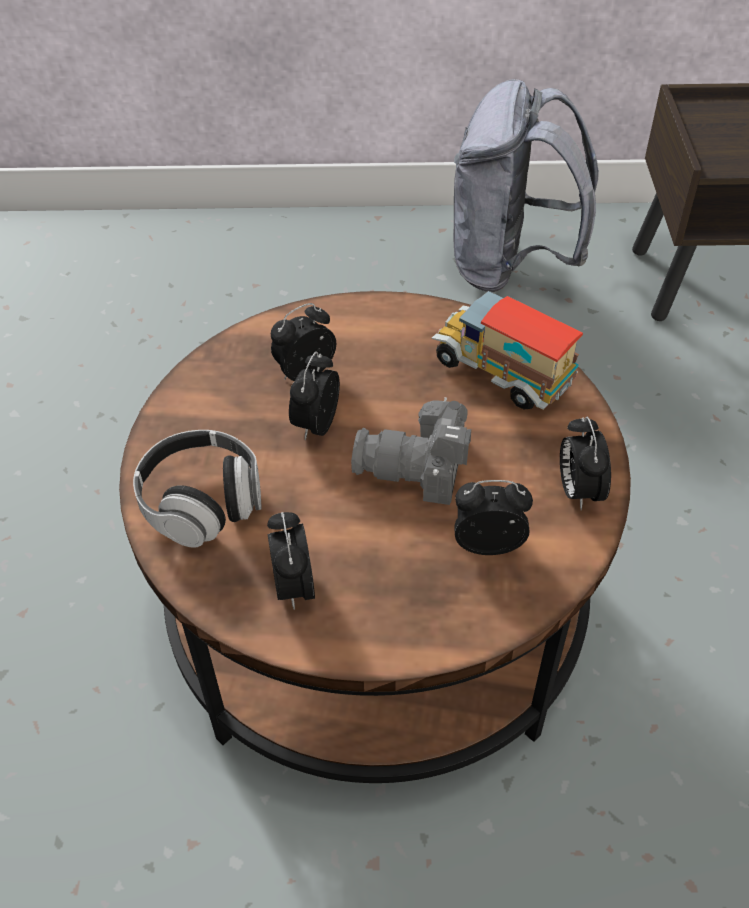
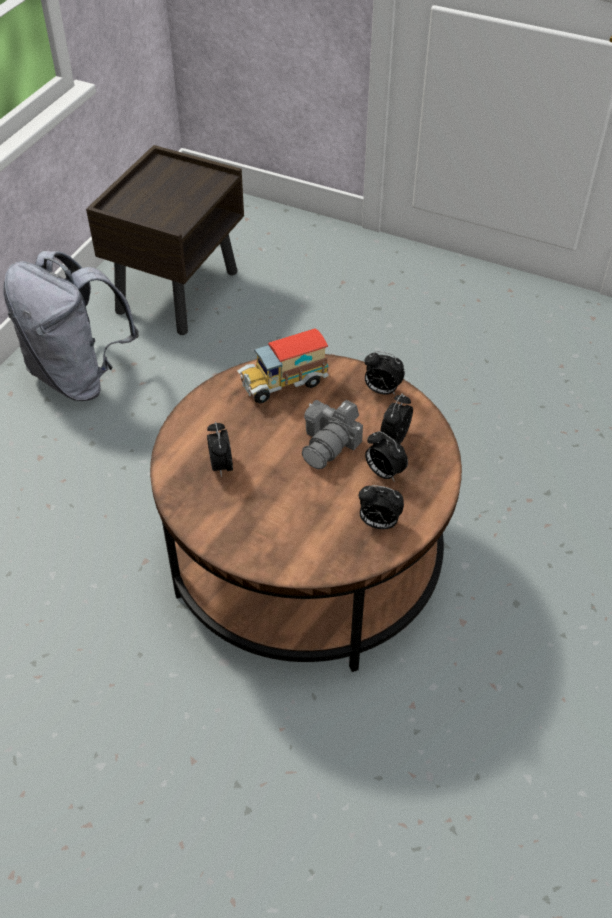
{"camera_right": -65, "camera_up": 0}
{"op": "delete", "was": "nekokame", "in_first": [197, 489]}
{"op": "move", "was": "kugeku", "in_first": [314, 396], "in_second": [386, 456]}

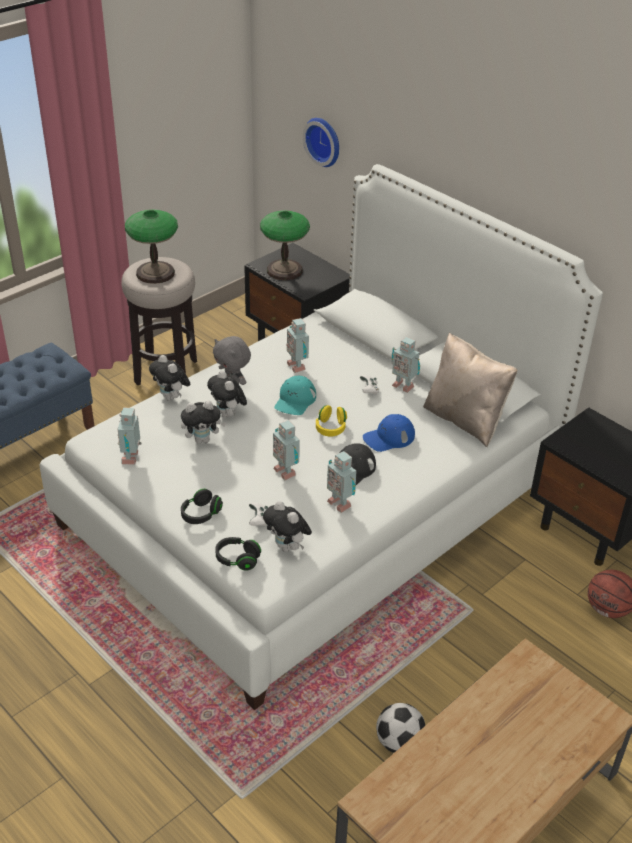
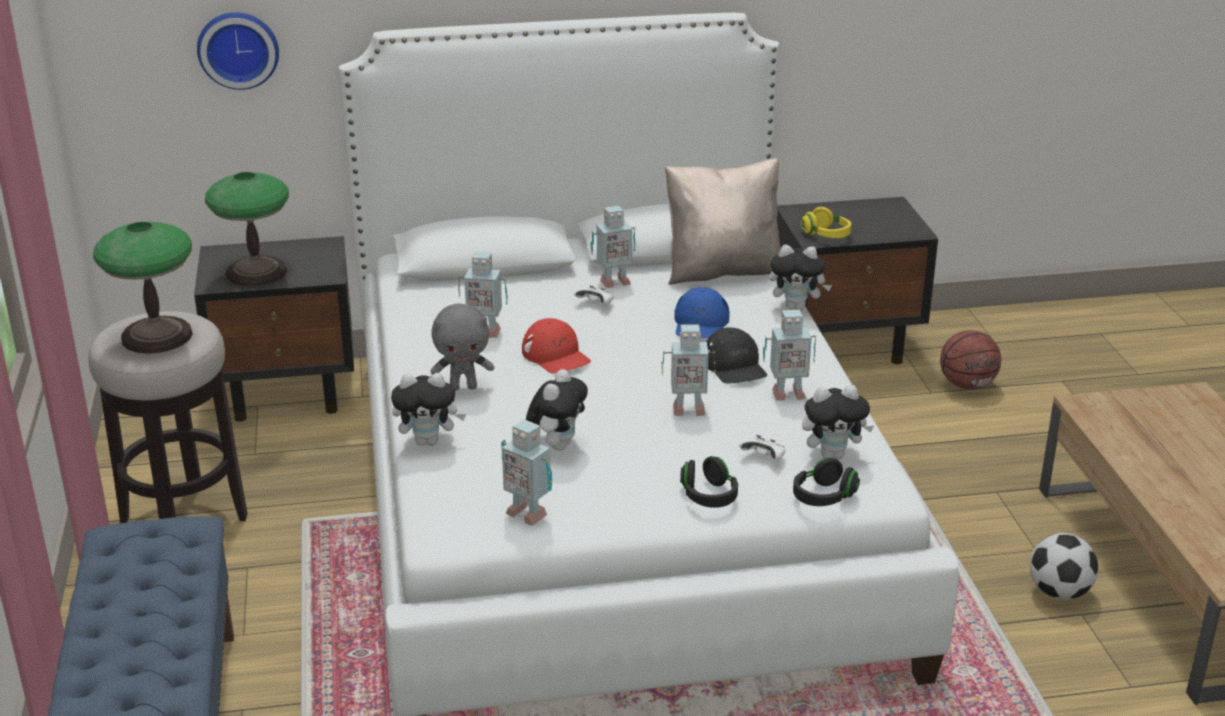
{"camera_right": -55, "camera_up": -10}
{"op": "move", "was": "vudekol", "in_first": [227, 394], "in_second": [800, 277]}
{"op": "move", "was": "yellow nekokame", "in_first": [331, 421], "in_second": [826, 222]}
{"op": "recolor", "was": "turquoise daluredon", "now": "red daluredon", "in_first": [295, 395], "in_second": [556, 345]}

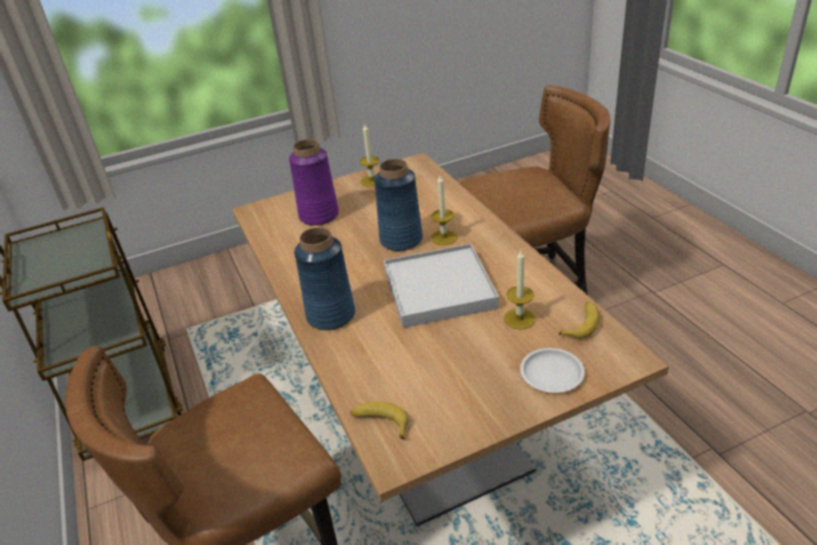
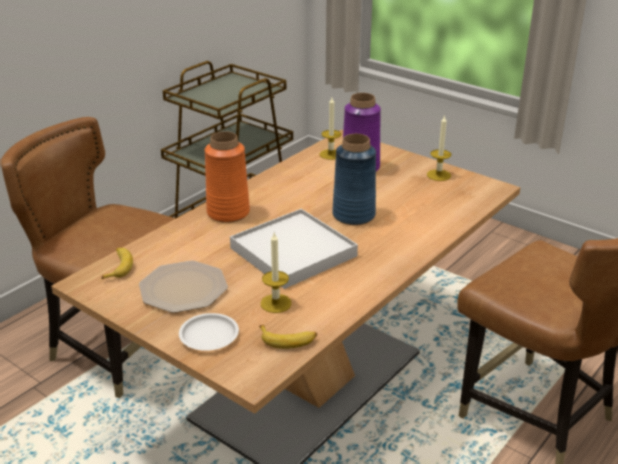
{"camera_right": 60, "camera_up": -5}
{"op": "insert", "now": "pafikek", "in_second": [183, 287]}
{"op": "move", "was": "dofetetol", "in_first": [444, 210], "in_second": [330, 128]}
{"op": "recolor", "was": "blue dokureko", "now": "orange dokureko", "in_first": [324, 278], "in_second": [227, 177]}

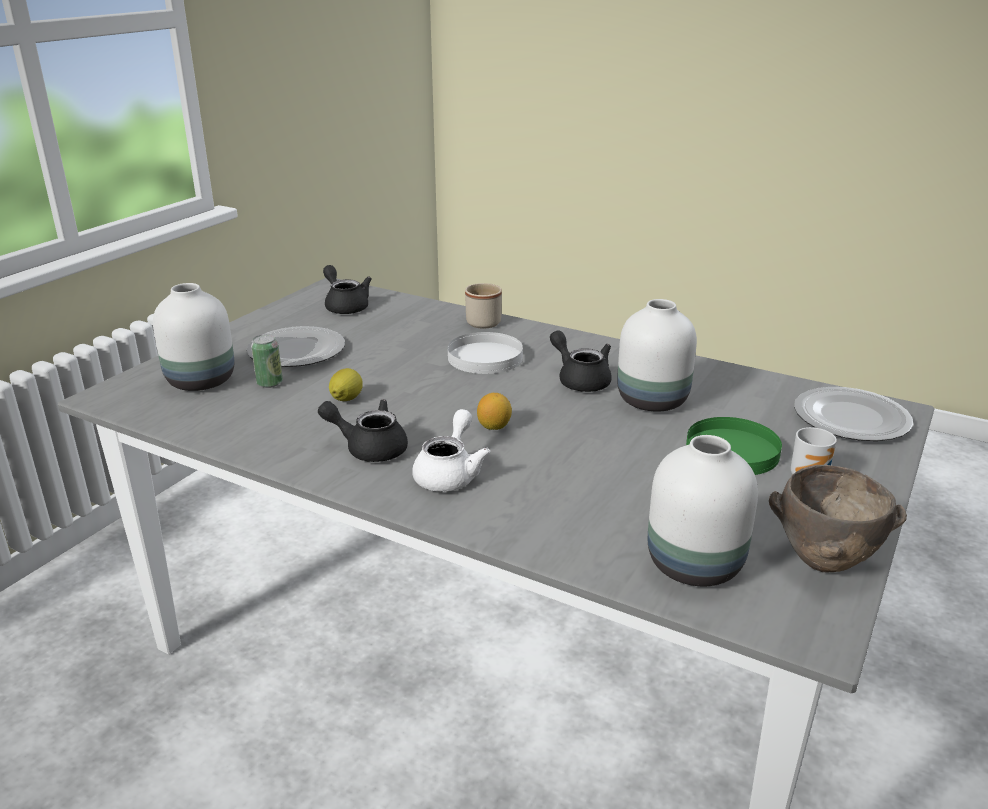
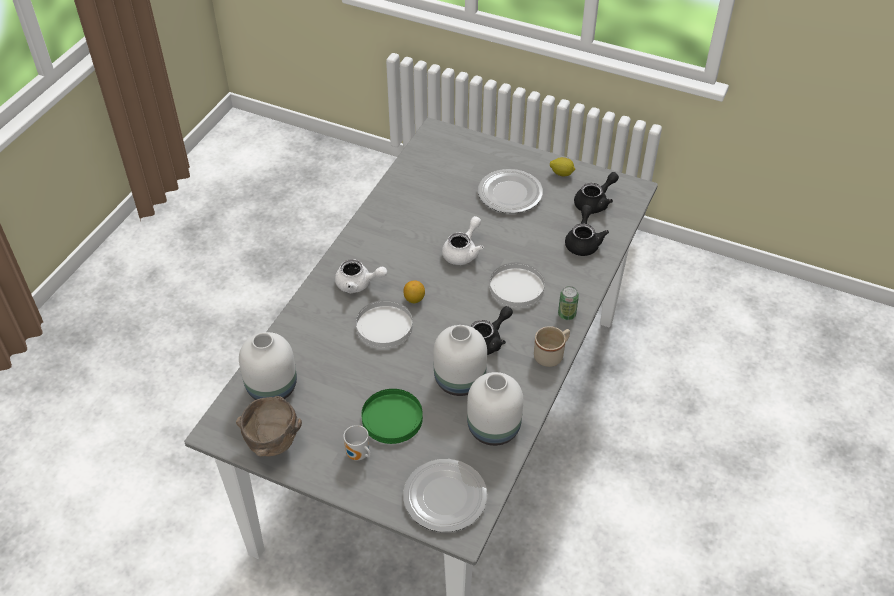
{"camera_right": 85, "camera_up": 20}
{"op": "insert", "now": "white pafikek", "in_second": [384, 324]}
{"op": "insert", "now": "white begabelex", "in_second": [463, 240]}
{"op": "move", "was": "white dokureko", "in_first": [193, 337], "in_second": [495, 409]}
{"op": "move", "was": "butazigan", "in_first": [267, 361], "in_second": [568, 303]}
{"op": "move", "was": "black begabelex", "in_first": [363, 430], "in_second": [587, 230]}
{"op": "move", "was": "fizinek", "in_first": [346, 384], "in_second": [562, 166]}
{"op": "move", "was": "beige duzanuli", "in_first": [483, 306], "in_second": [552, 346]}

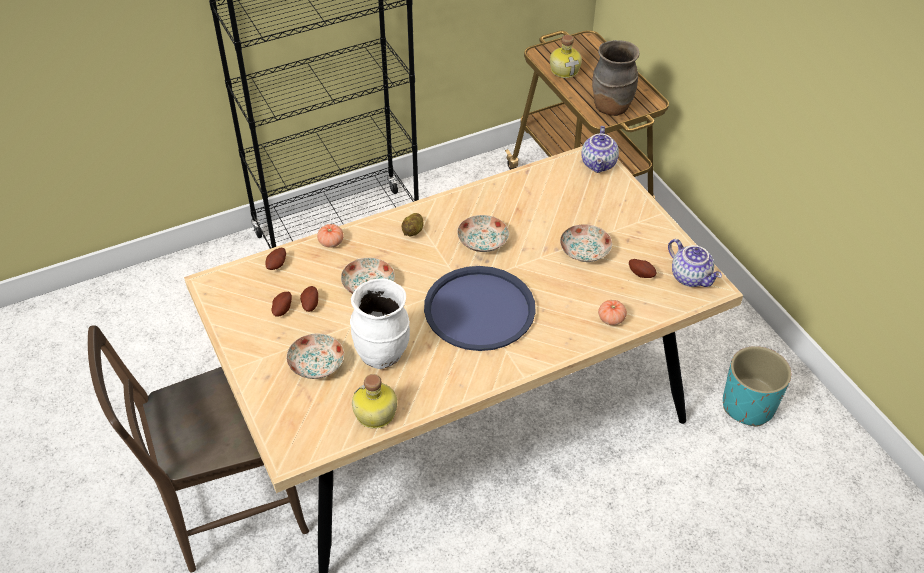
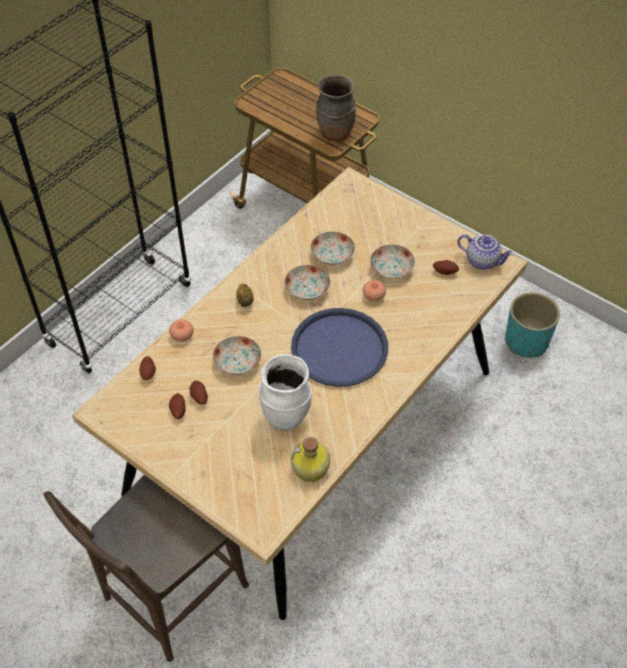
{"camera_right": -25, "camera_up": 5}
{"op": "delete", "was": "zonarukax", "in_first": [566, 56]}
{"op": "delete", "was": "begabelex", "in_first": [600, 149]}
{"op": "move", "was": "pafikek", "in_first": [315, 356], "in_second": [332, 248]}
{"op": "move", "was": "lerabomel", "in_first": [612, 312], "in_second": [374, 290]}

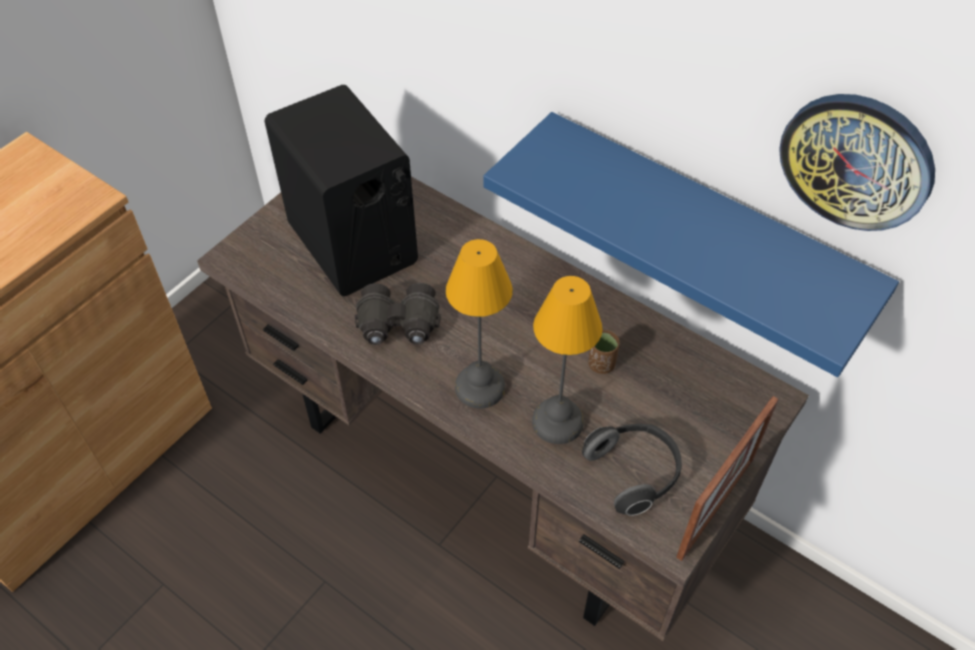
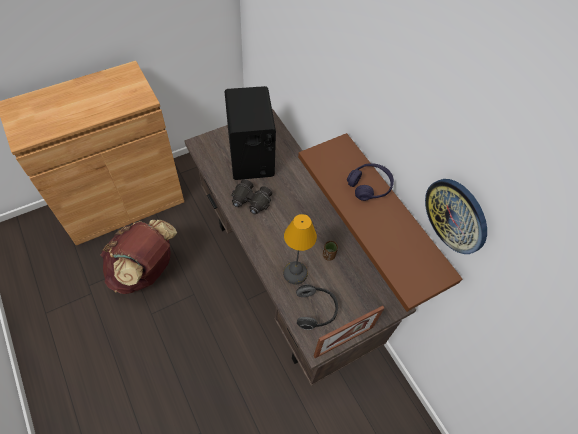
{"camera_right": 20, "camera_up": 5}
{"op": "delete", "was": "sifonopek", "in_first": [479, 324]}
{"op": "insert", "now": "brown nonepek", "in_second": [139, 257]}
{"op": "insert", "now": "purple nekokame", "in_second": [370, 182]}
{"op": "recolor", "was": "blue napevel", "now": "brown napevel", "in_first": [691, 244], "in_second": [380, 222]}

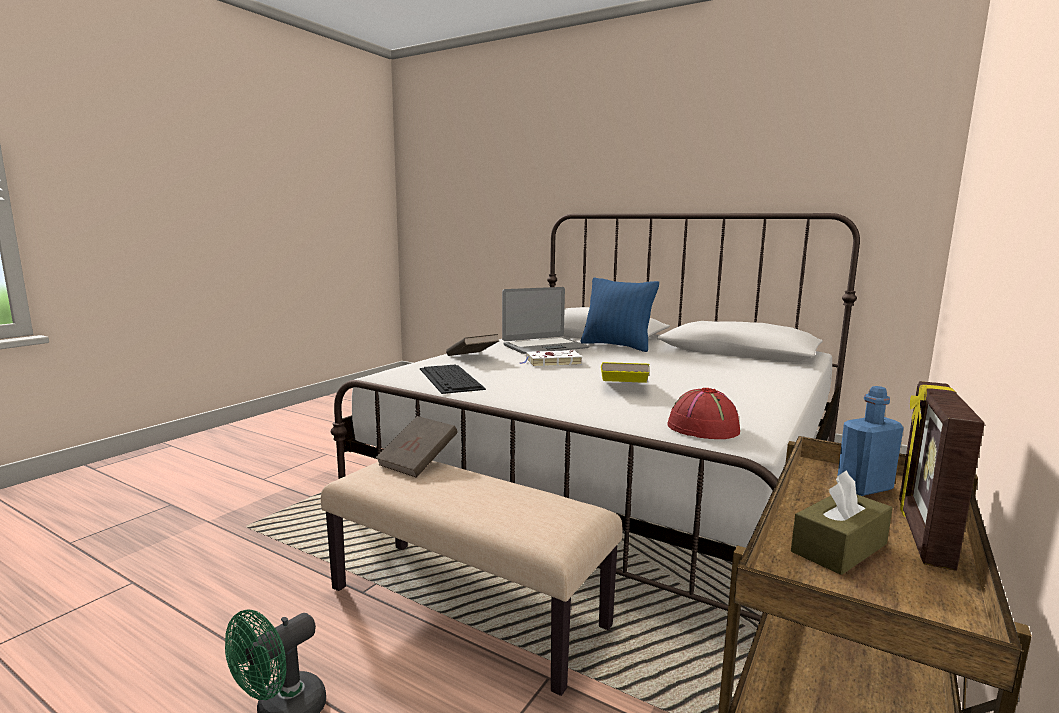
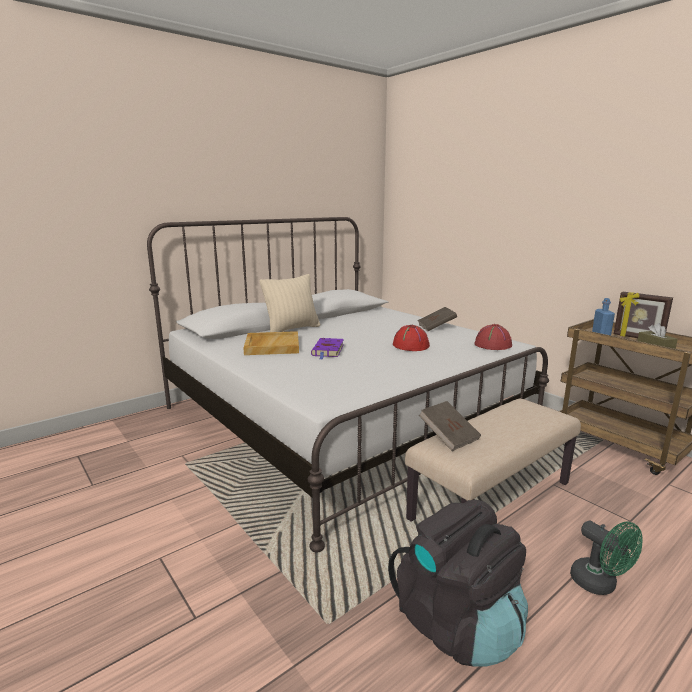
{"camera_right": -70, "camera_up": 5}
{"op": "delete", "was": "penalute", "in_first": [453, 379]}
{"op": "insert", "now": "black nonepek", "in_second": [458, 583]}
{"op": "move", "was": "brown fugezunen", "in_first": [472, 345], "in_second": [437, 319]}
{"op": "replace", "was": "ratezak", "now": "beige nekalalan", "in_first": [545, 320], "in_second": [271, 343]}
{"op": "replace", "was": "yellow fugezunen", "now": "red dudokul", "in_first": [625, 372], "in_second": [411, 338]}
{"op": "recolor", "was": "white fugezunen", "now": "purple fugezunen", "in_first": [550, 358], "in_second": [327, 349]}
{"op": "recolor", "was": "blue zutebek", "now": "beige zutebek", "in_first": [619, 315], "in_second": [290, 303]}

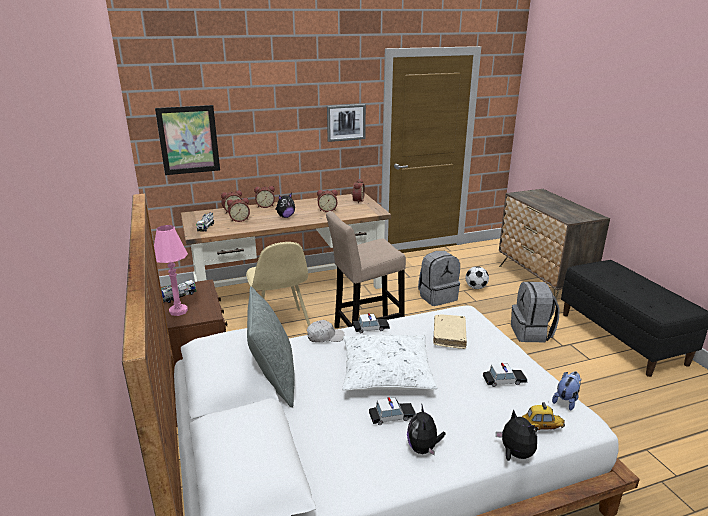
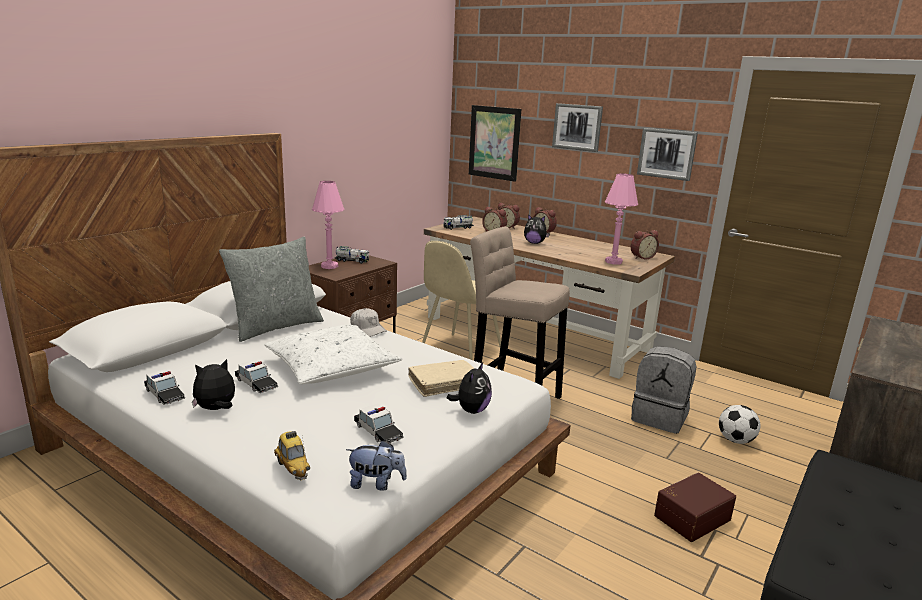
{"camera_right": 55, "camera_up": -5}
{"op": "delete", "was": "kugeku", "in_first": [327, 201]}
{"op": "insert", "now": "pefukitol", "in_second": [577, 127]}
{"op": "insert", "now": "pink sifonopek", "in_second": [621, 218]}
{"op": "move", "was": "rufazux", "in_first": [371, 323], "in_second": [164, 387]}
{"op": "move", "was": "vudekol", "in_first": [516, 435], "in_second": [469, 388]}
{"op": "replace", "was": "grey nonepek", "now": "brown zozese", "in_first": [535, 312], "in_second": [695, 507]}

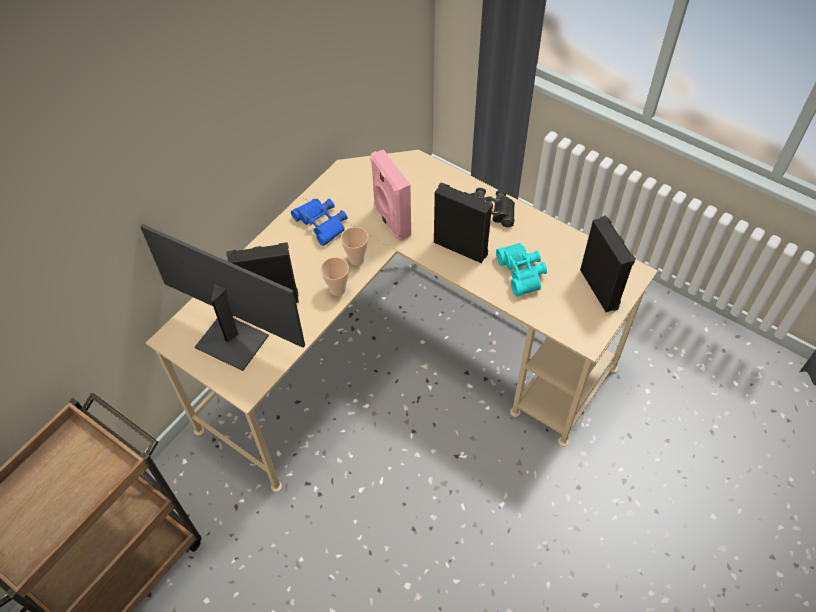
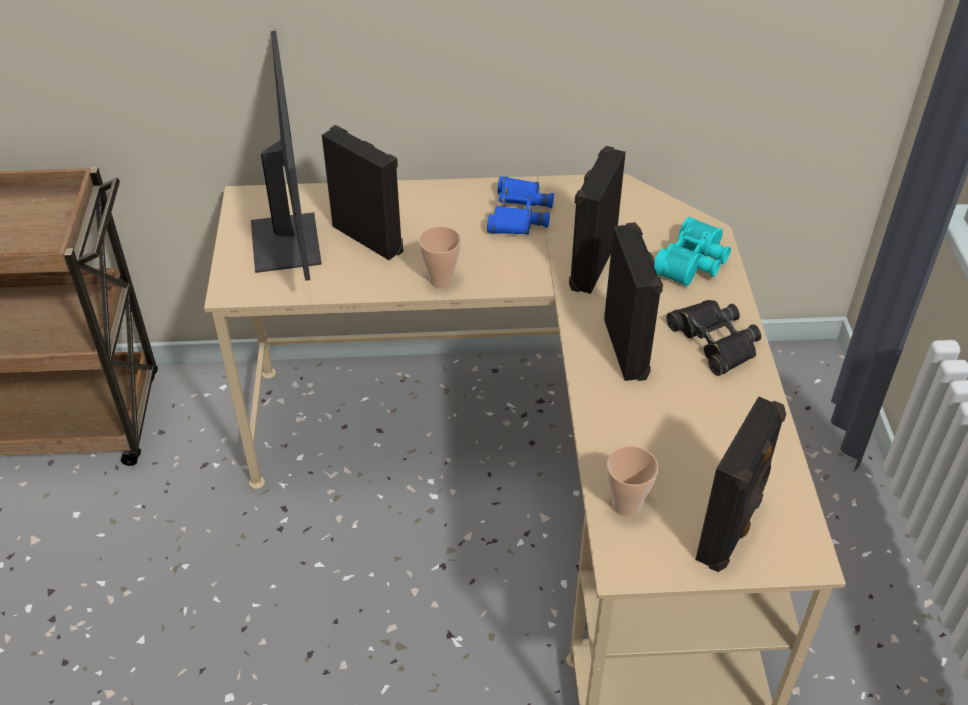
{"camera_right": 50, "camera_up": -10}
{"op": "move", "was": "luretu", "in_first": [354, 246], "in_second": [632, 481]}
{"op": "move", "was": "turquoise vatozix", "in_first": [521, 270], "in_second": [692, 251]}
{"op": "recolor", "was": "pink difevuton", "now": "black difevuton", "in_first": [390, 195], "in_second": [597, 220]}

